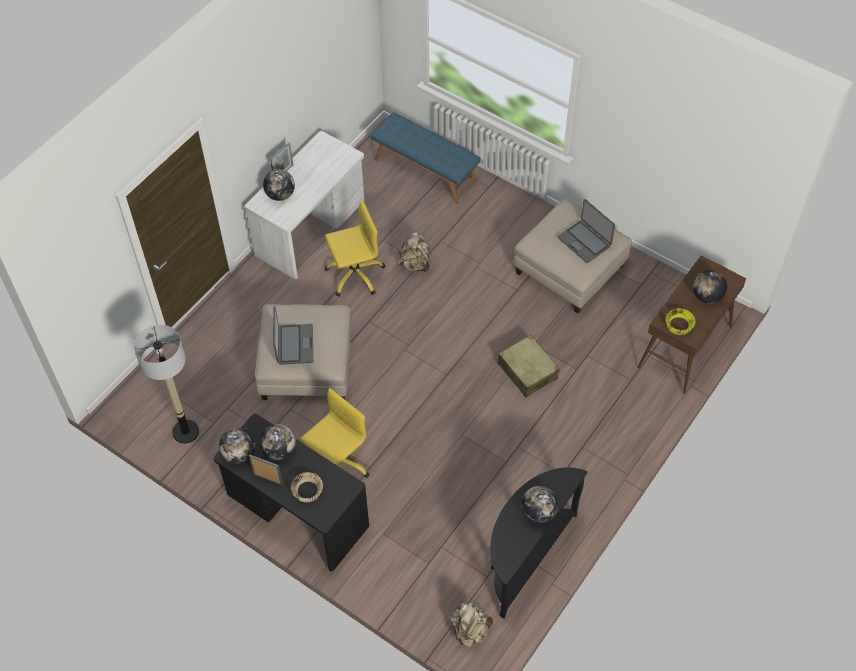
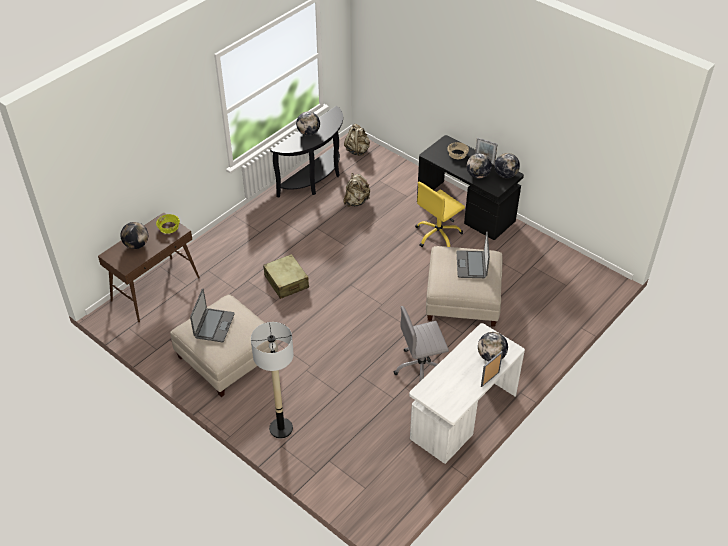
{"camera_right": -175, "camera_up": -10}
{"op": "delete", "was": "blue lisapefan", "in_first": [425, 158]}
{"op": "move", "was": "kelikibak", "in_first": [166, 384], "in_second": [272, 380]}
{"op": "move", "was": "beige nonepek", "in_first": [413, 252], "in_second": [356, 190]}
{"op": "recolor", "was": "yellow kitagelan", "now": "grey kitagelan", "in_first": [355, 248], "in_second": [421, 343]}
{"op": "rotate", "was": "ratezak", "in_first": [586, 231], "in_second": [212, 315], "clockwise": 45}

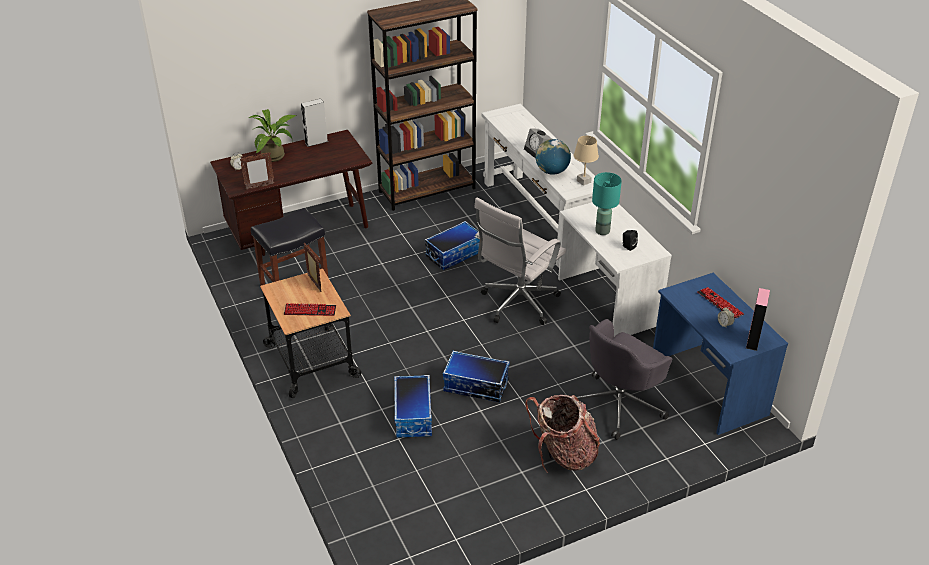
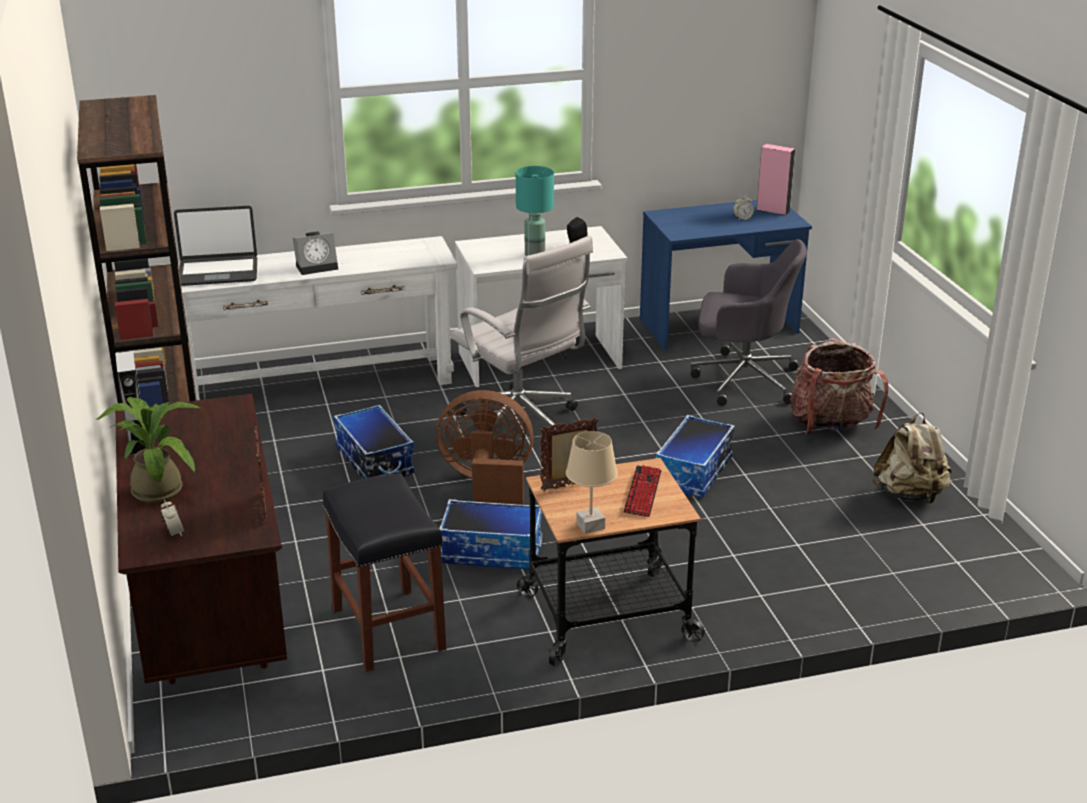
{"camera_right": -80, "camera_up": -10}
{"op": "delete", "was": "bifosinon", "in_first": [553, 157]}
{"op": "delete", "was": "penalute", "in_first": [720, 303]}
{"op": "insert", "now": "ratezak", "in_second": [215, 246]}
{"op": "insert", "now": "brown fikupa", "in_second": [485, 447]}
{"op": "insert", "now": "beige nonepek", "in_second": [912, 458]}
{"op": "move", "was": "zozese", "in_first": [413, 406], "in_second": [490, 534]}
{"op": "move", "was": "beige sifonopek", "in_first": [586, 161], "in_second": [592, 482]}
{"op": "rotate", "was": "grey kitagelan", "in_first": [624, 379], "in_second": [748, 322], "clockwise": -45}

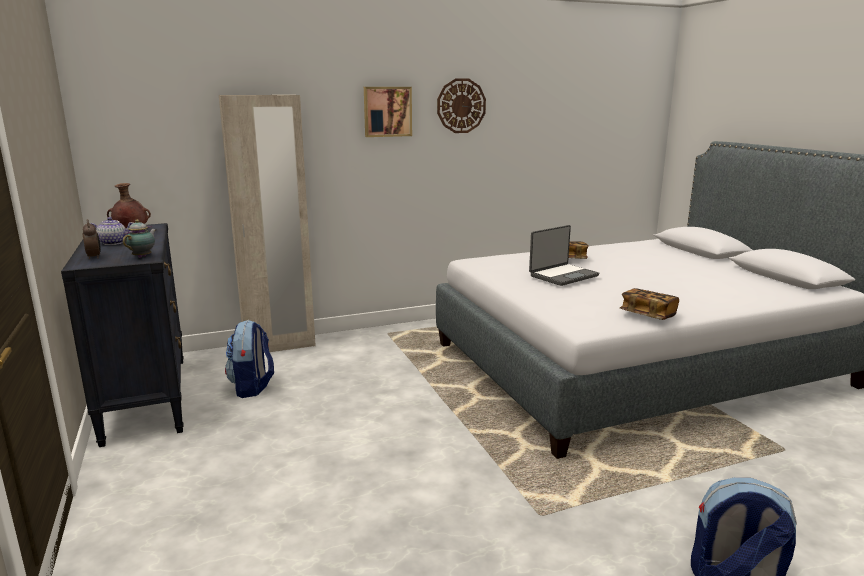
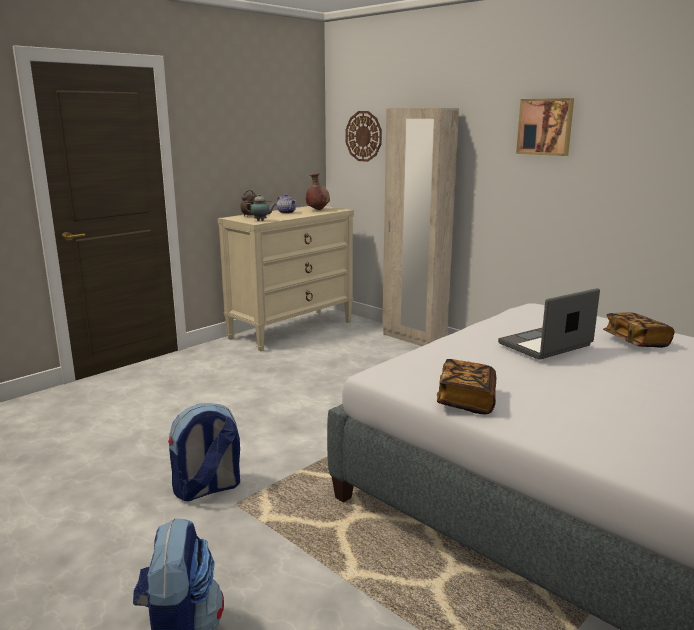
{"camera_right": 65, "camera_up": 0}
{"op": "move", "was": "nonepek", "in_first": [249, 359], "in_second": [204, 452]}
{"op": "move", "was": "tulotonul", "in_first": [461, 105], "in_second": [364, 136]}
{"op": "recolor", "was": "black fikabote", "now": "beige fikabote", "in_first": [122, 335], "in_second": [286, 279]}
{"op": "rotate", "was": "ratezak", "in_first": [564, 255], "in_second": [549, 324], "clockwise": 120}

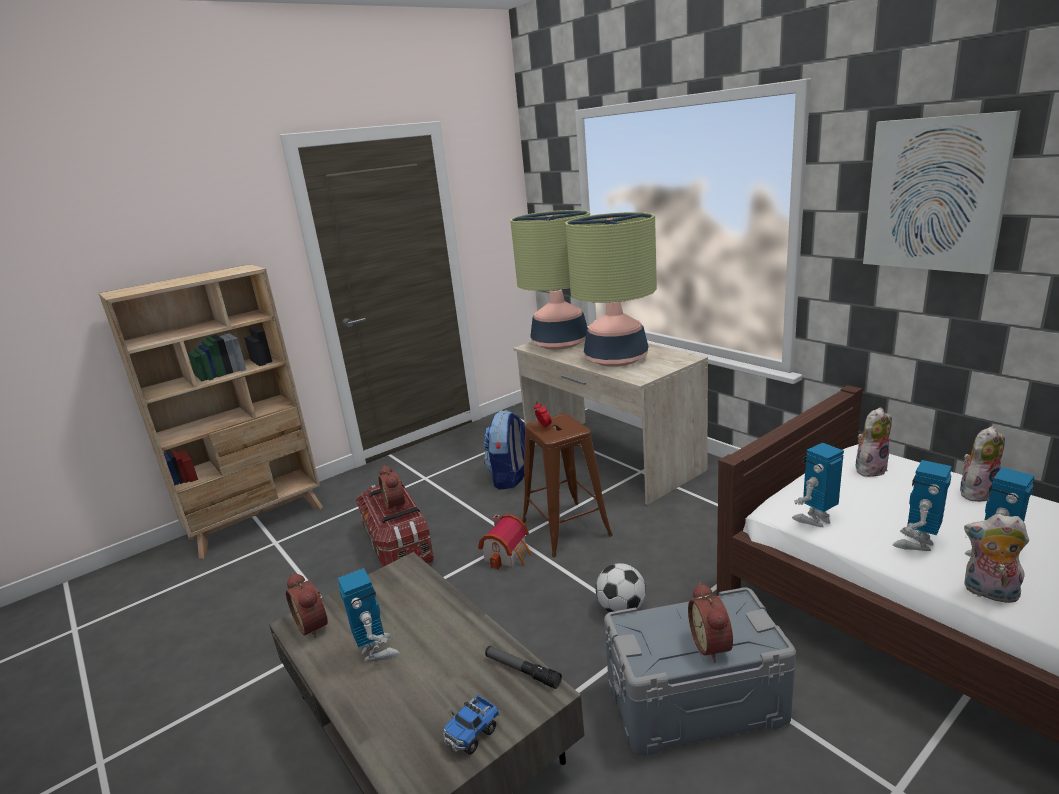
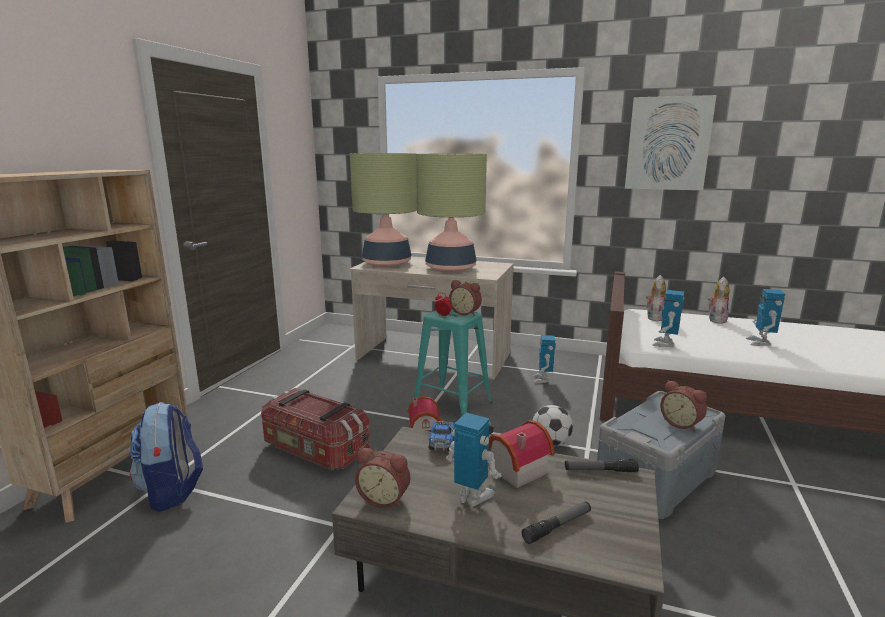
{"camera_right": -35, "camera_up": -5}
{"op": "delete", "was": "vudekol", "in_first": [996, 558]}
{"op": "insert", "now": "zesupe", "in_second": [522, 454]}
{"op": "insert", "now": "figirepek", "in_second": [556, 523]}
{"op": "move", "was": "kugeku", "in_first": [392, 488], "in_second": [465, 298]}
{"op": "move", "was": "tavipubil", "in_first": [471, 725], "in_second": [441, 436]}
{"op": "move", "was": "nonepek", "in_first": [504, 449], "in_second": [166, 457]}
{"op": "move", "was": "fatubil", "in_first": [922, 505], "in_second": [544, 359]}
{"op": "recolor", "was": "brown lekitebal", "now": "turquoise lekitebal", "in_first": [567, 485], "in_second": [453, 362]}

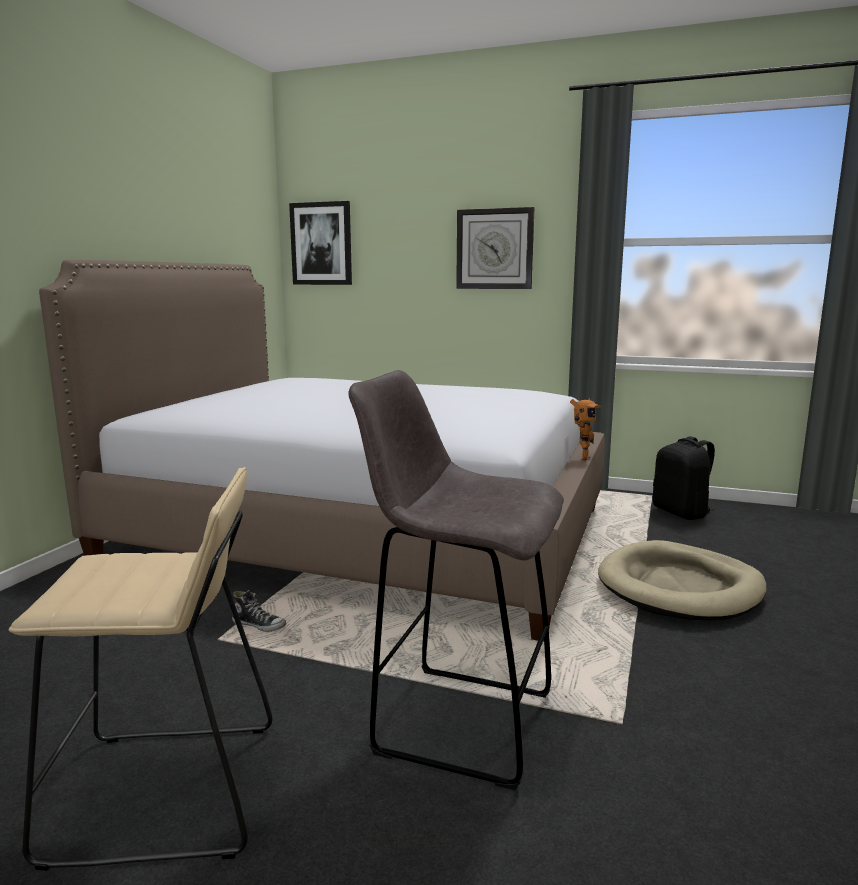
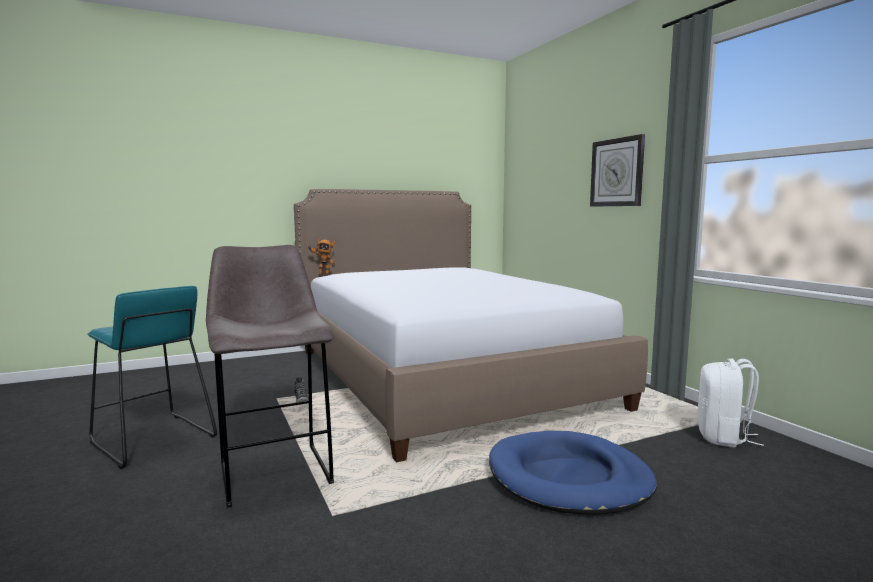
{"camera_right": 45, "camera_up": -5}
{"op": "delete", "was": "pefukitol", "in_first": [320, 243]}
{"op": "move", "was": "fatubil", "in_first": [586, 429], "in_second": [322, 257]}
{"op": "recolor", "was": "beige lekitebal", "now": "turquoise lekitebal", "in_first": [141, 669], "in_second": [152, 377]}
{"op": "recolor", "was": "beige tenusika", "now": "blue tenusika", "in_first": [682, 580], "in_second": [573, 473]}
{"op": "recolor", "was": "black nonepek", "now": "white nonepek", "in_first": [684, 478], "in_second": [730, 403]}

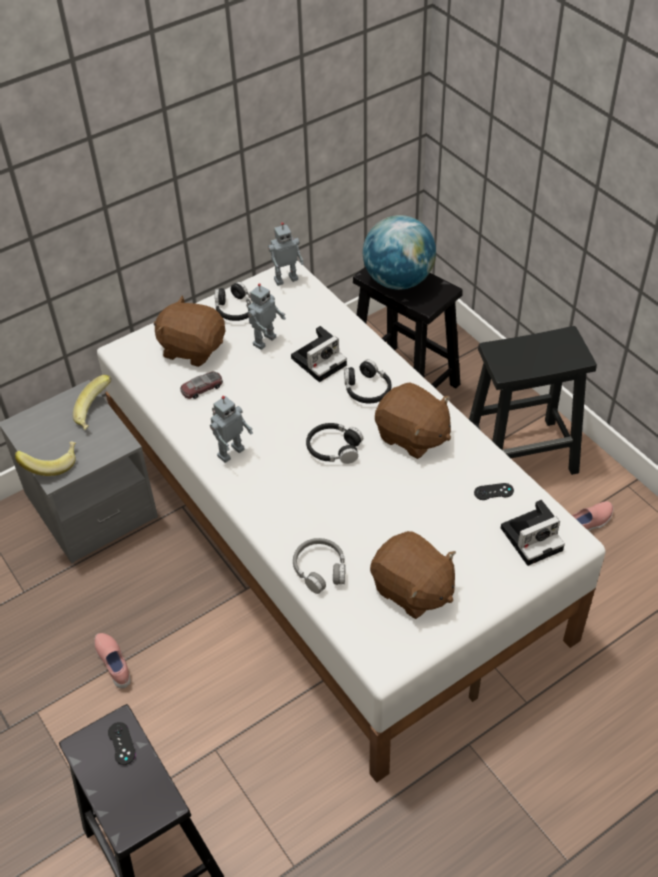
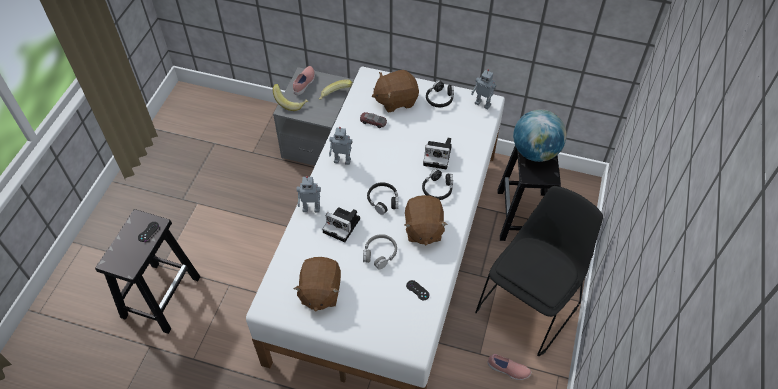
{"camera_right": 50, "camera_up": 5}
{"op": "move", "was": "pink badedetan", "in_first": [112, 661], "in_second": [304, 80]}
{"op": "move", "was": "fatubil", "in_first": [266, 316], "in_second": [308, 194]}
{"op": "move", "was": "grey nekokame", "in_first": [319, 566], "in_second": [380, 252]}
{"op": "move", "was": "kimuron", "in_first": [533, 533], "in_second": [341, 224]}
{"op": "replace", "was": "black lekitebal", "now": "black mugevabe", "in_first": [533, 400], "in_second": [539, 271]}
{"op": "rotate", "was": "brown vudekol", "in_first": [189, 331], "in_second": [395, 91], "clockwise": -90}

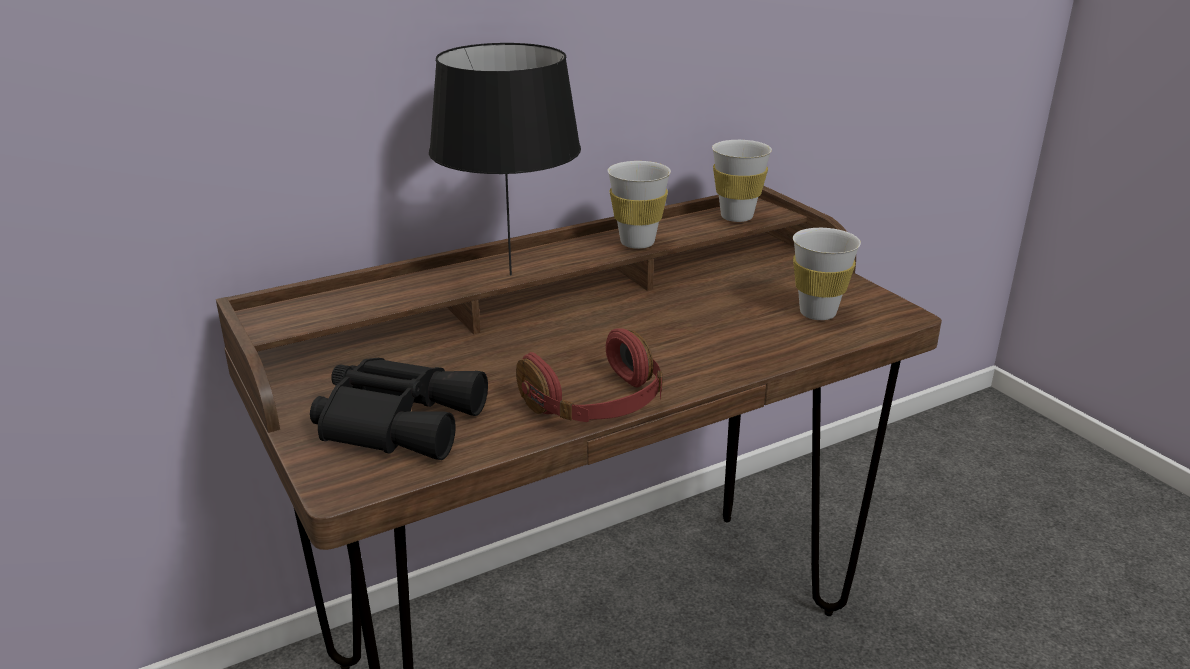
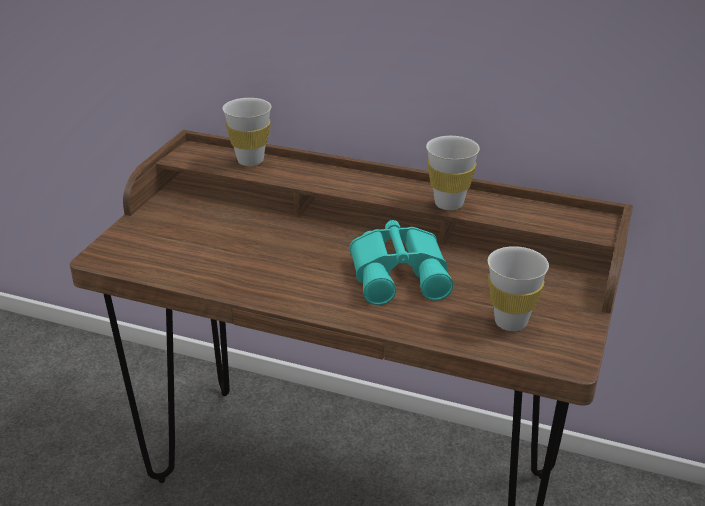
{"camera_right": 50, "camera_up": 5}
{"op": "delete", "was": "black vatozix", "in_first": [399, 409]}
{"op": "delete", "was": "black sifonopek", "in_first": [505, 159]}
{"op": "delete", "was": "red nekokame", "in_first": [589, 375]}
{"op": "insert", "now": "turquoise vatozix", "in_second": [401, 262]}
{"op": "move", "was": "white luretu", "in_first": [742, 181], "in_second": [247, 132]}

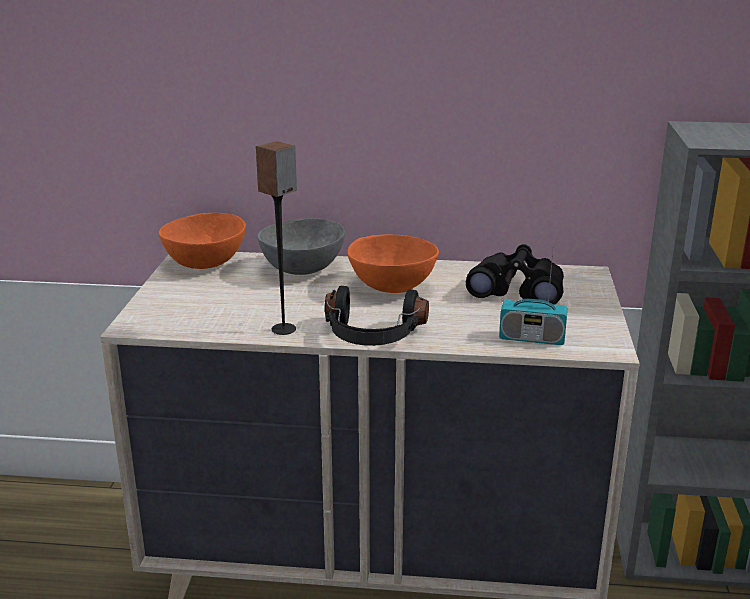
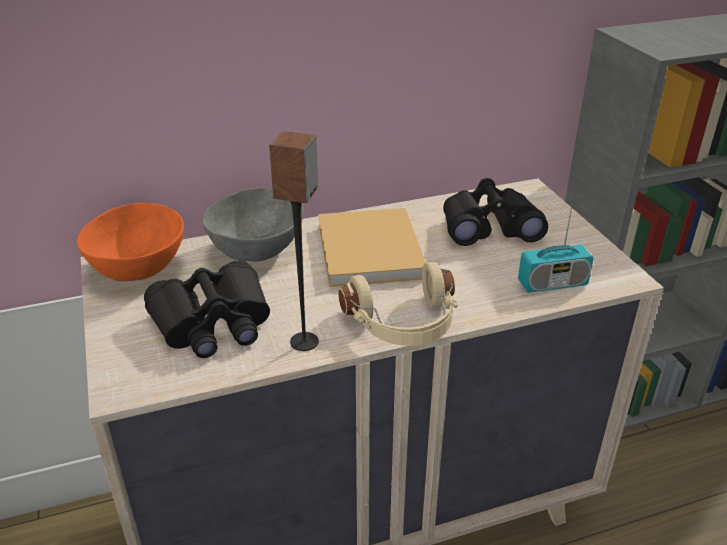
{"camera_right": -25, "camera_up": 10}
{"op": "insert", "now": "black vatozix", "in_second": [207, 309]}
{"op": "replace", "was": "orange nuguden", "now": "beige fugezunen", "in_first": [393, 263], "in_second": [372, 247]}
{"op": "recolor", "was": "black nekokame", "now": "beige nekokame", "in_first": [377, 316], "in_second": [398, 304]}

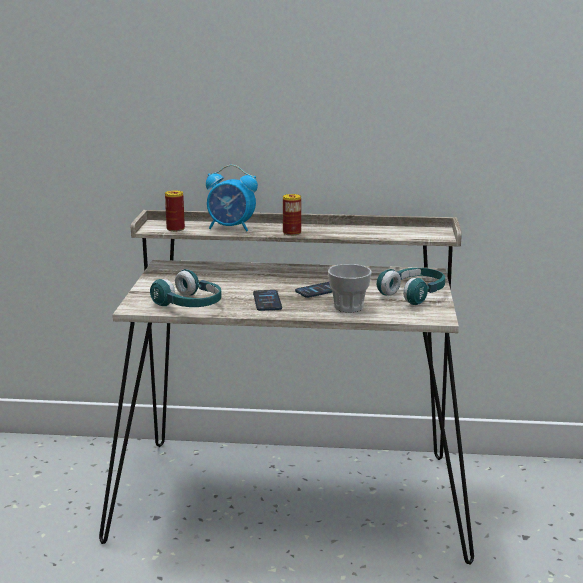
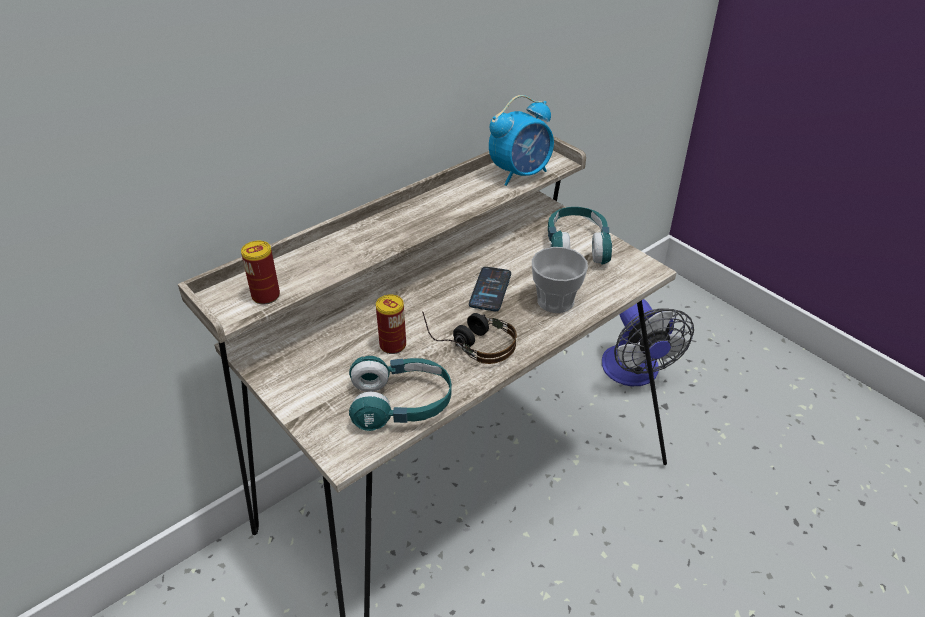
{"camera_right": -45, "camera_up": 20}
{"op": "insert", "now": "fikupa", "in_second": [648, 342]}
{"op": "move", "was": "kugeku", "in_first": [232, 198], "in_second": [521, 140]}
{"op": "move", "was": "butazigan", "in_first": [292, 215], "in_second": [391, 324]}
{"op": "replace", "was": "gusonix", "now": "nekokame", "in_first": [267, 300], "in_second": [469, 337]}

